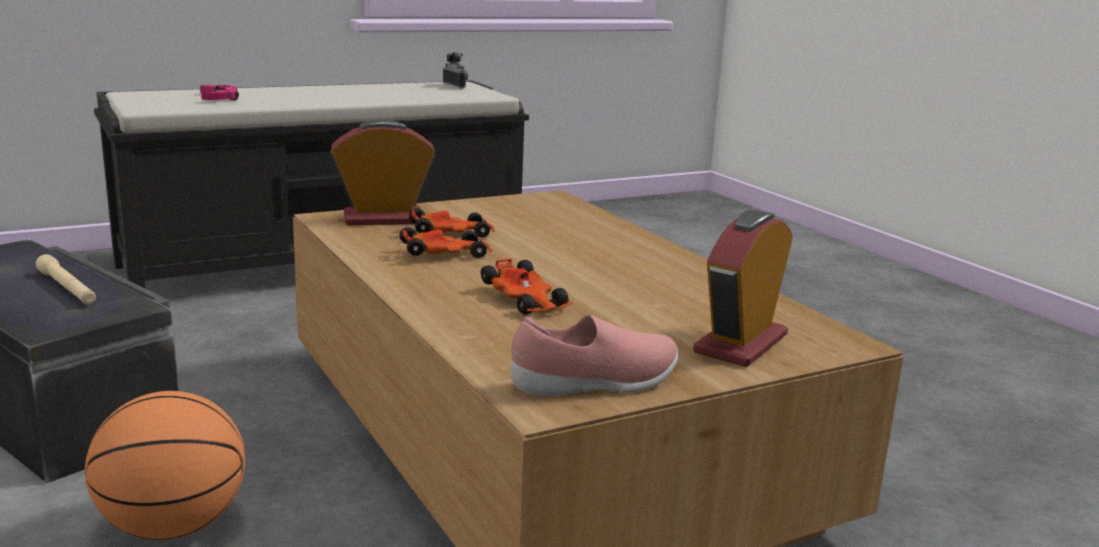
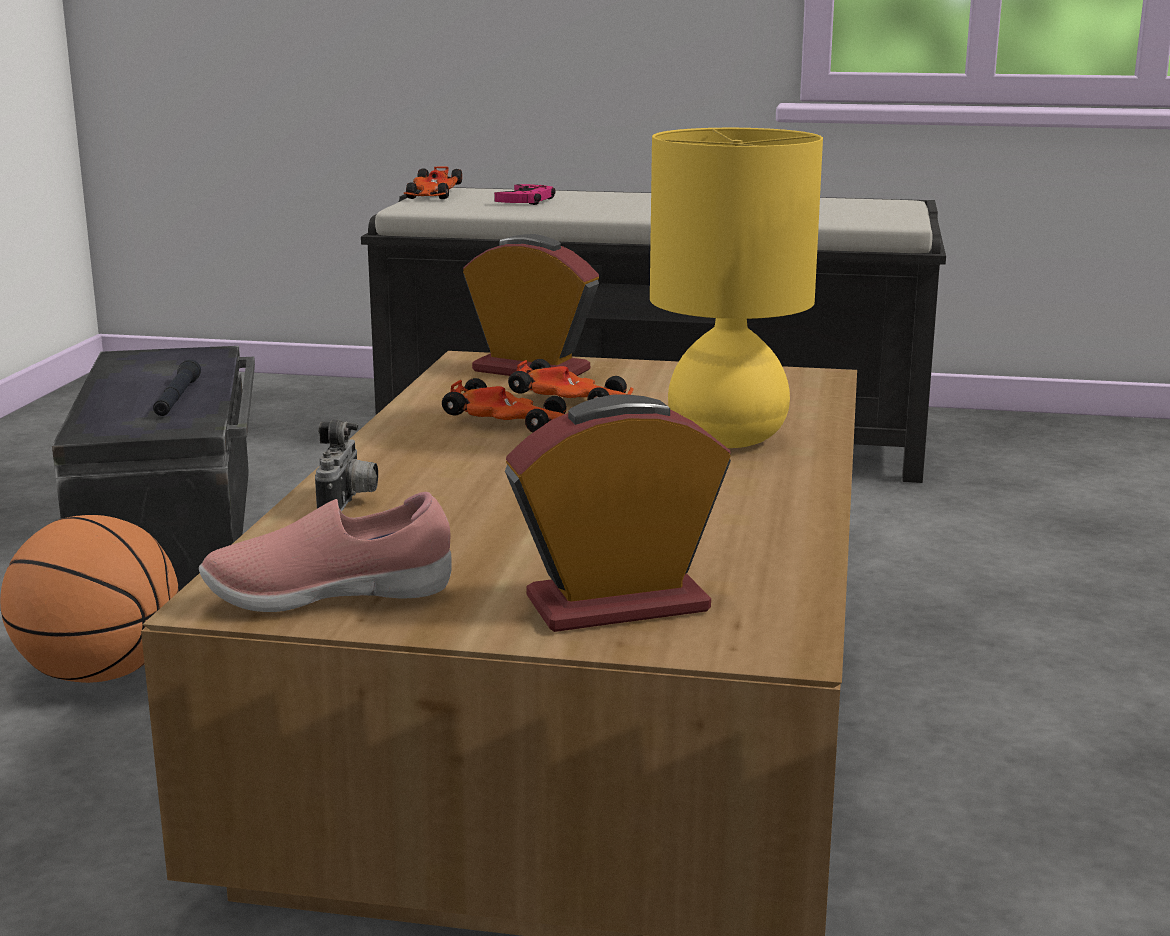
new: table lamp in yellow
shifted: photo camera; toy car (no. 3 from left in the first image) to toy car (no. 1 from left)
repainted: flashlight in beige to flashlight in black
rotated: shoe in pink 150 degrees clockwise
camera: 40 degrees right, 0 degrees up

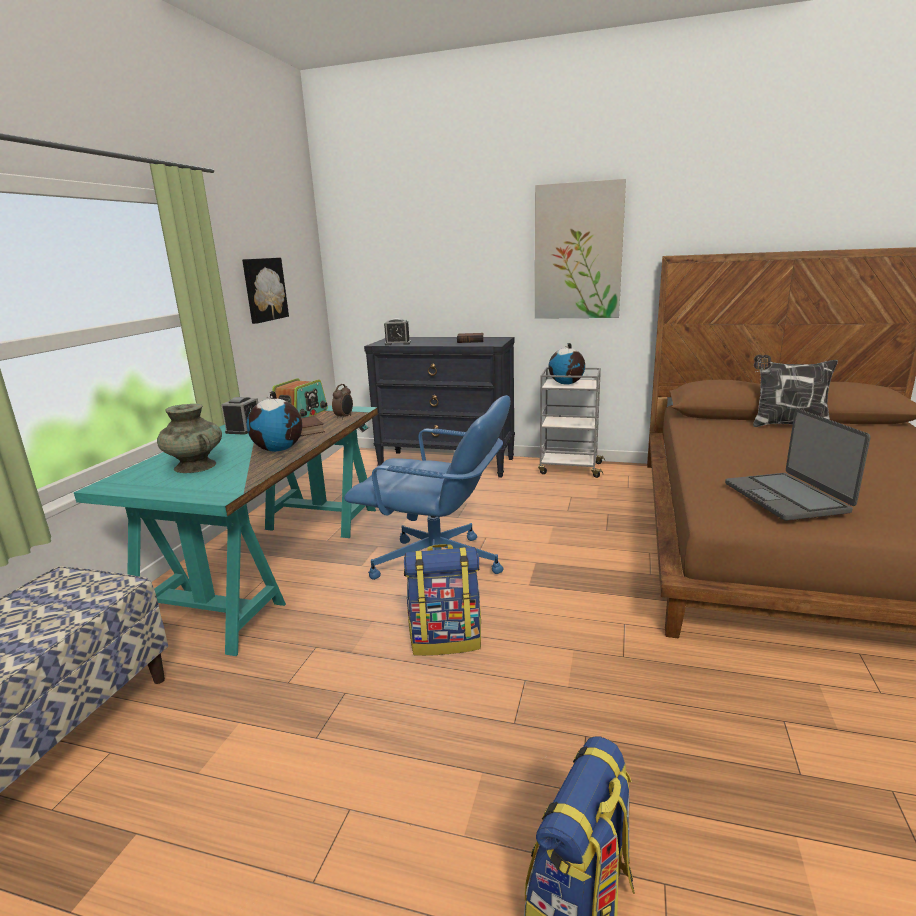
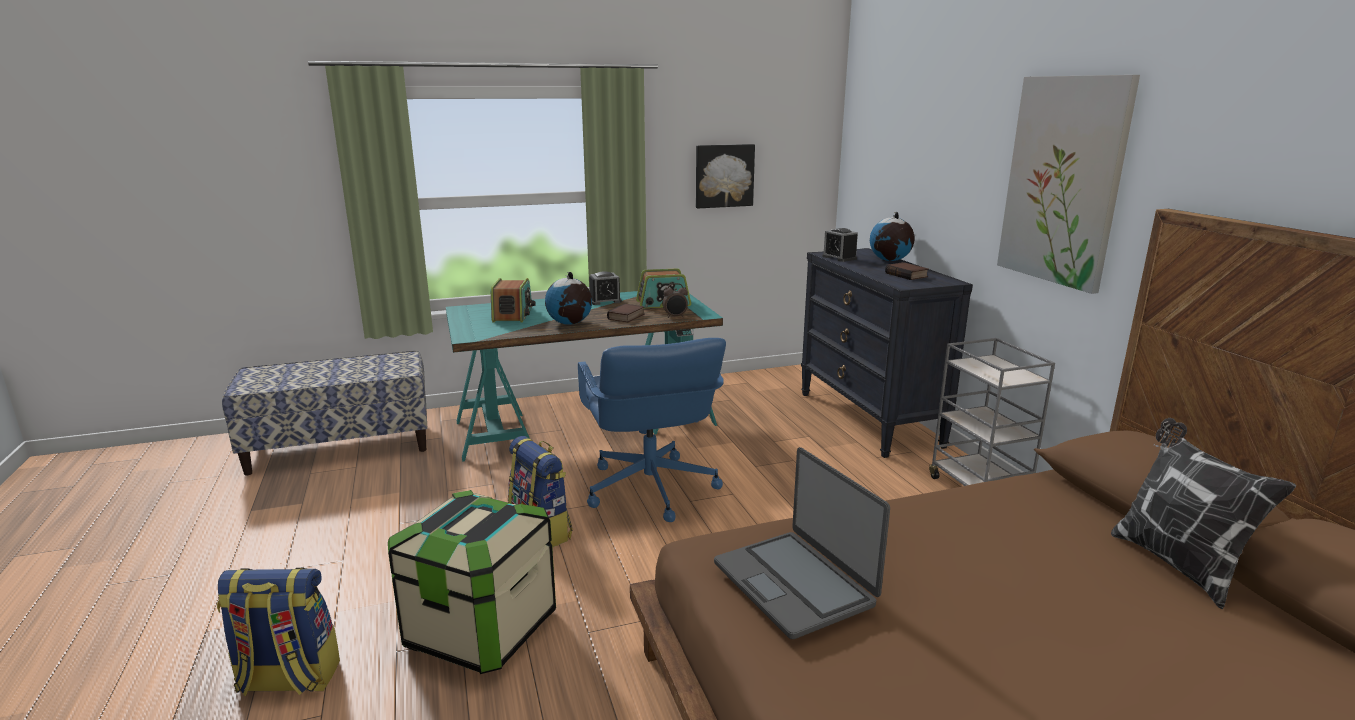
new: storage box
shifted: globe (no. 2 from left)
swapped: vase in turquoise to radio (no. 1 from left)
rotated: laptop 75 degrees counterclockwise
camera: 55 degrees right, 0 degrees up

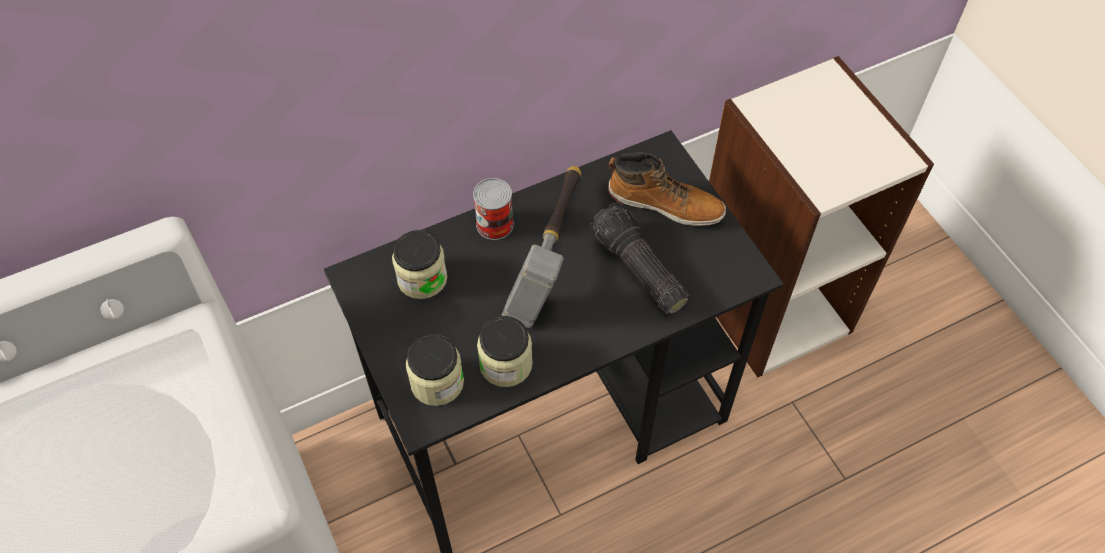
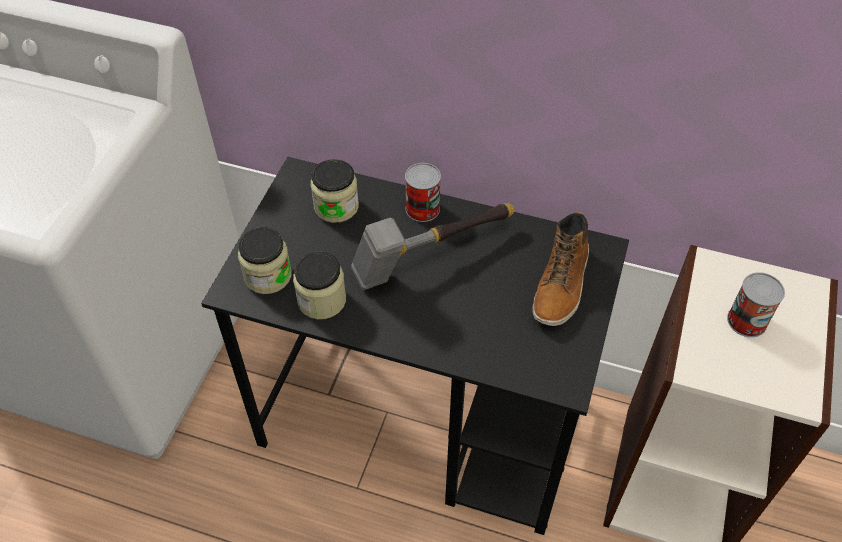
gone: flashlight
new: can (no. 2 from left)
rotated: boot 45 degrees clockwise
camera: 45 degrees right, 5 degrees down

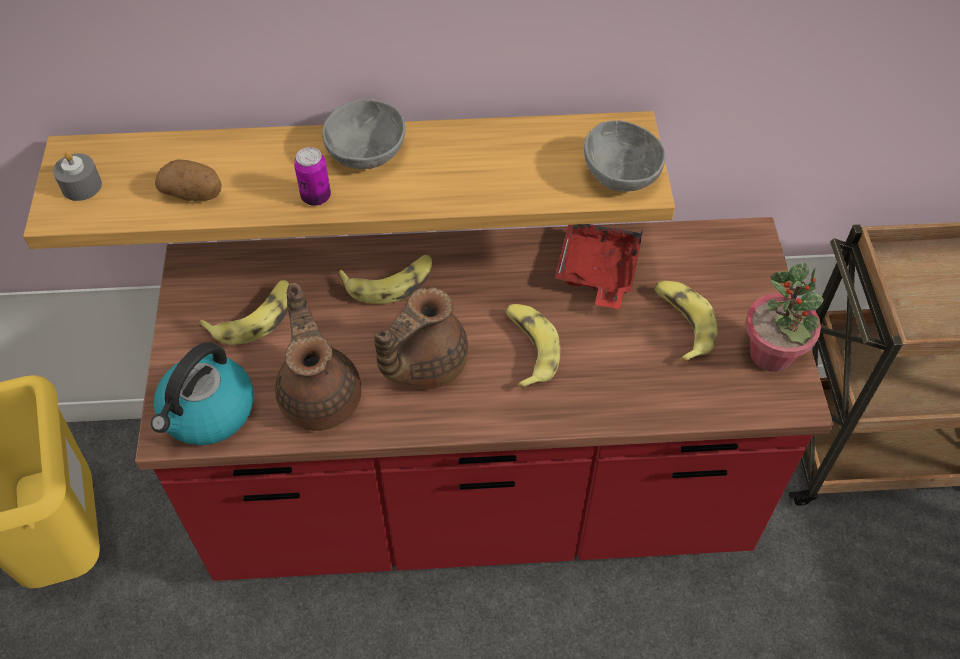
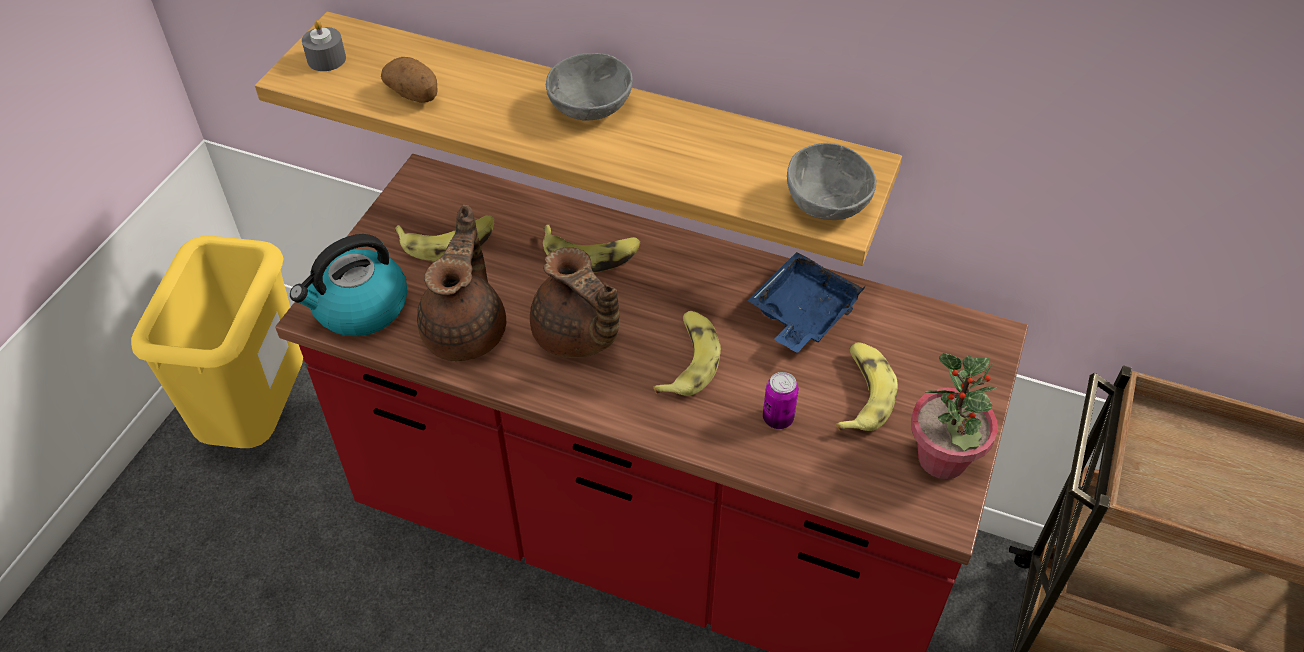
shifted: can
repainted: tray in red to tray in blue
rotated: teapot in brown (no. 2 from left) 105 degrees counterclockwise
camera: 25 degrees right, 5 degrees down

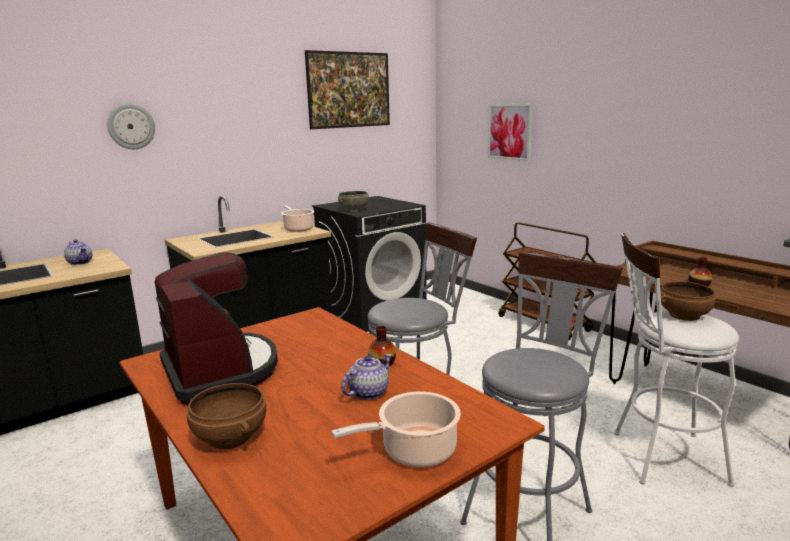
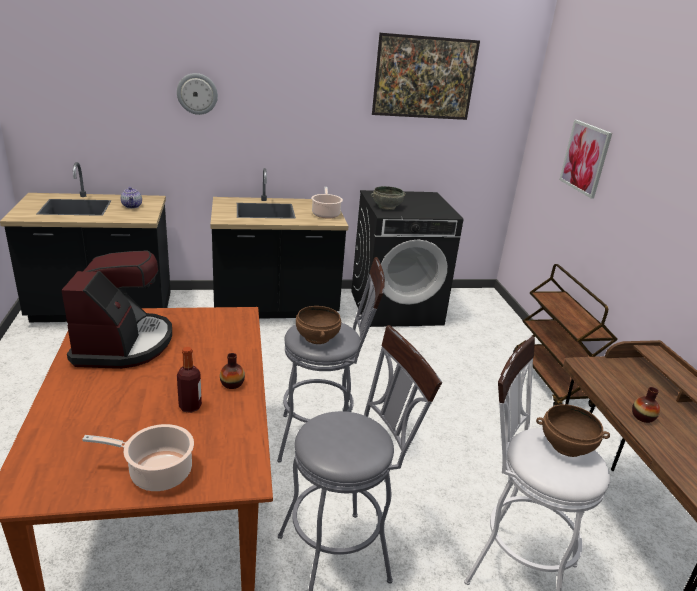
shifted: bowl in brown (no. 1 from left)
swapped: teapot (no. 2 from left) to bottle
camera: 25 degrees right, 10 degrees up

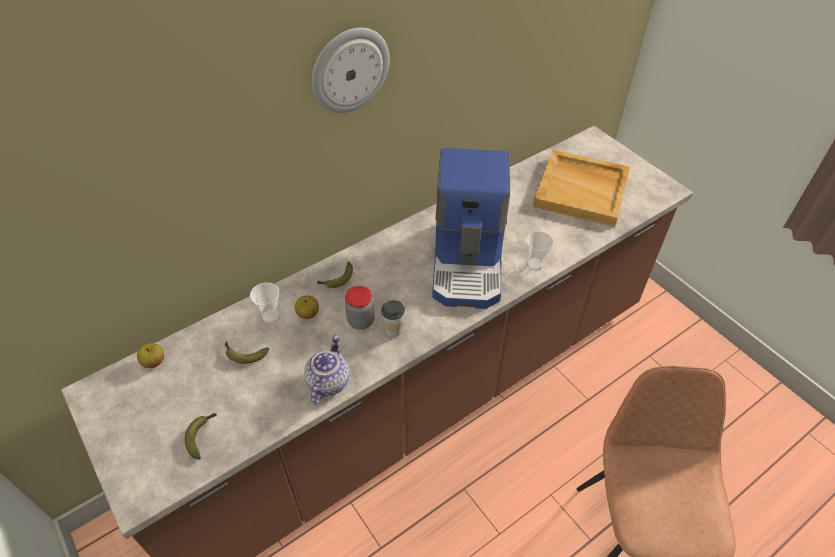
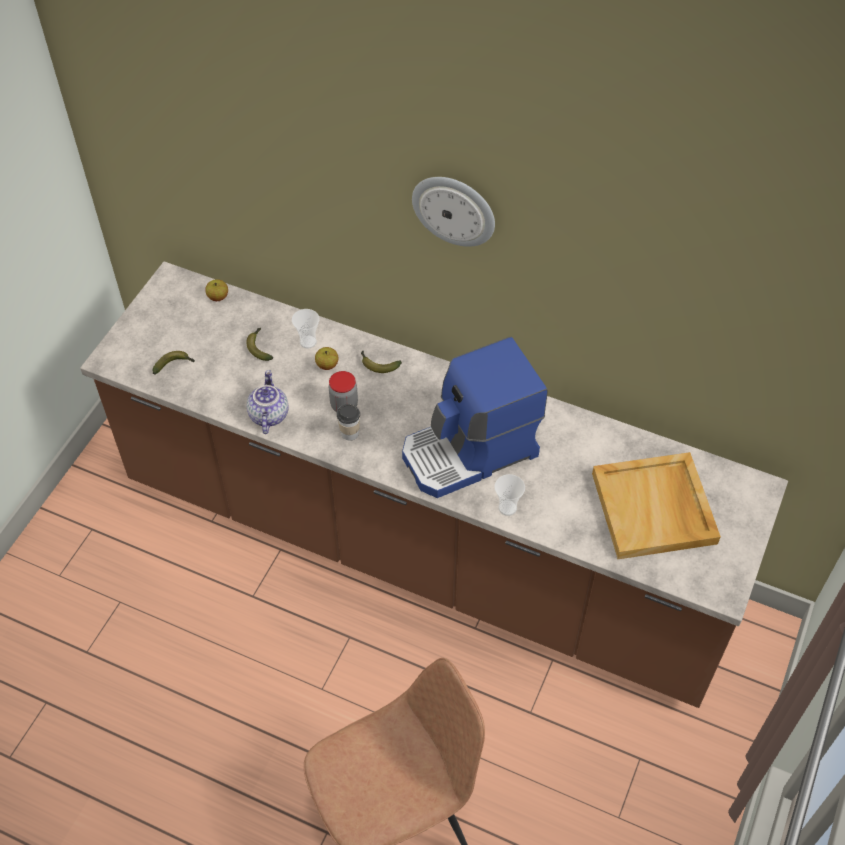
rotated: teapot 75 degrees counterclockwise
camera: 60 degrees right, 5 degrees up

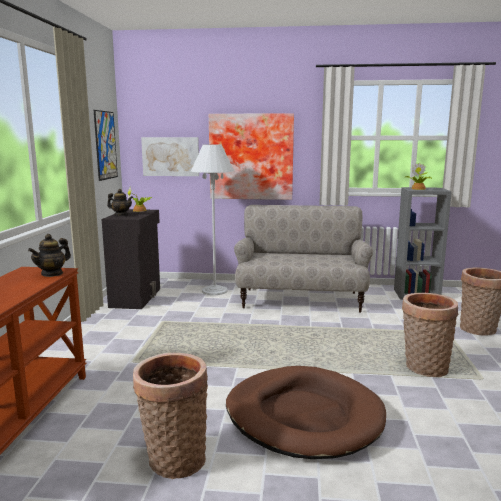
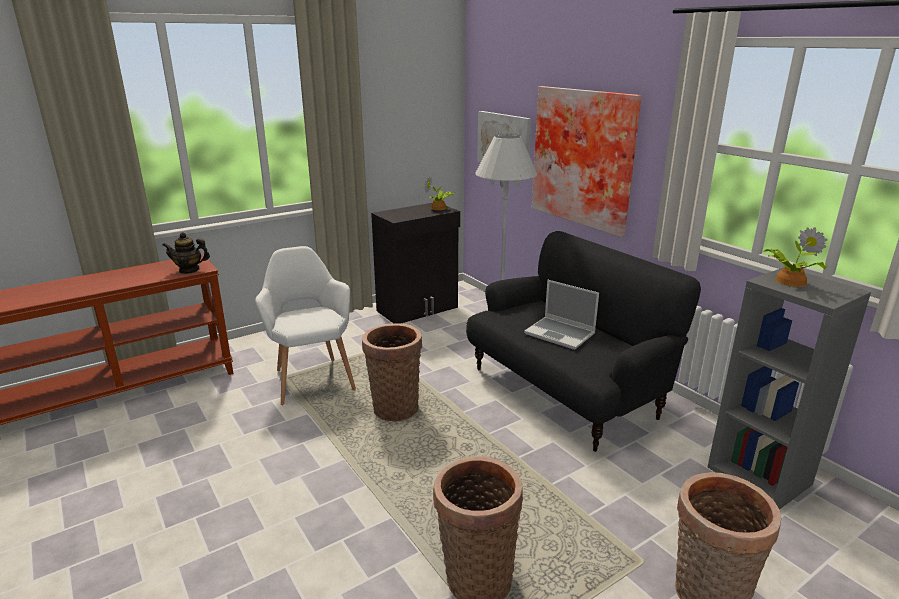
gone: picture (no. 1 from left); teapot (no. 2 from left); dog bed in brown
new: armchair in white; laptop
shifted: basket (no. 1 from left)
repainted: sofa in beige to sofa in black
camera: 50 degrees right, 10 degrees up

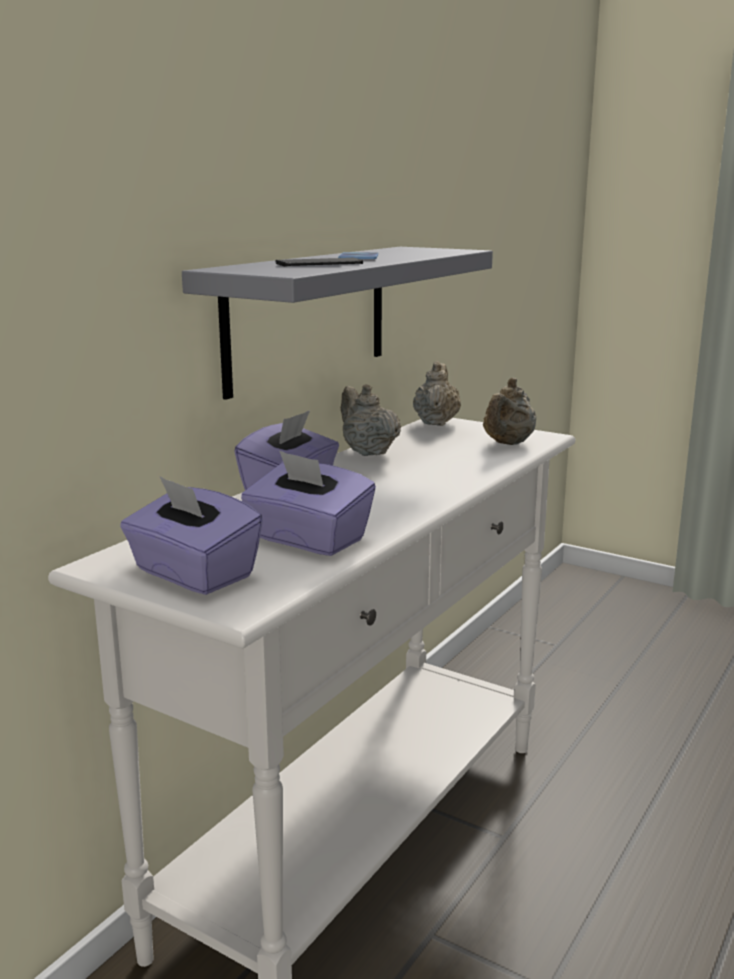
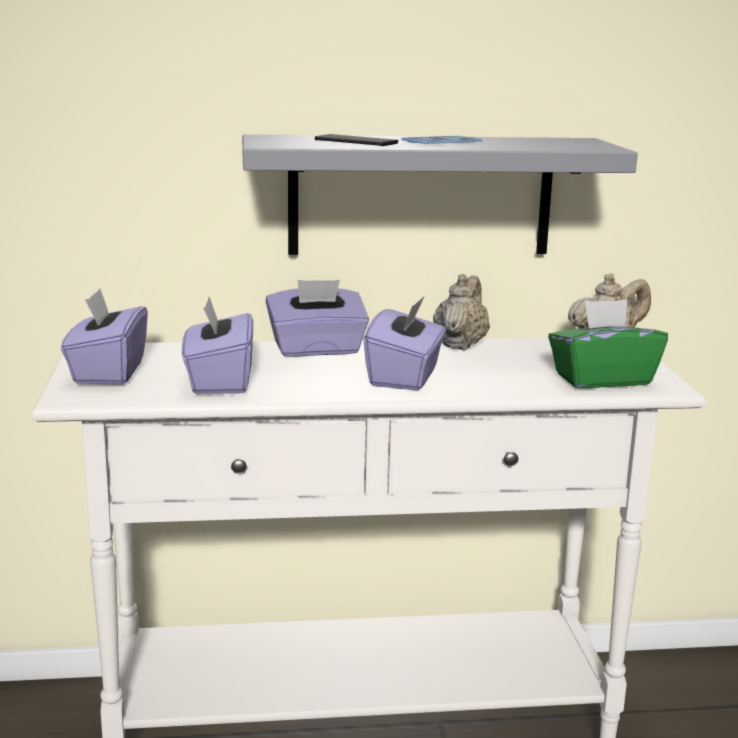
new: tissue box in purple (no. 4 from left)
swapped: teapot in beige (no. 3 from left) to tissue box in green
camera: 50 degrees right, 0 degrees up

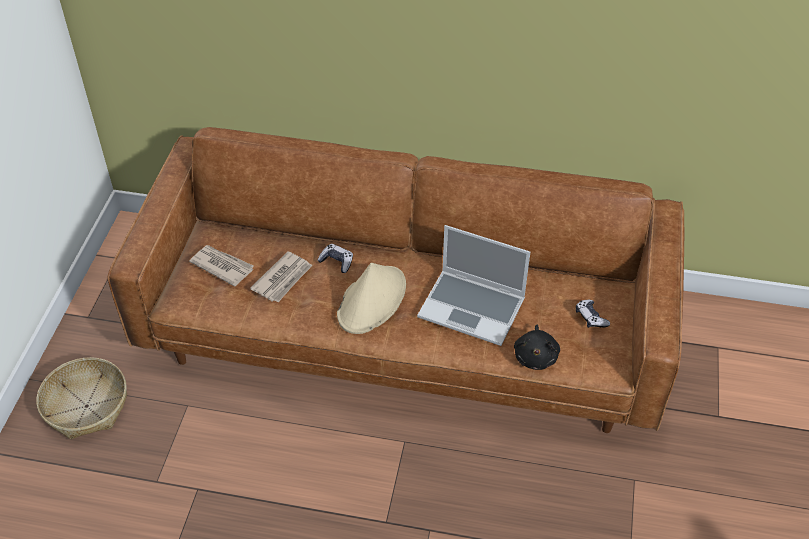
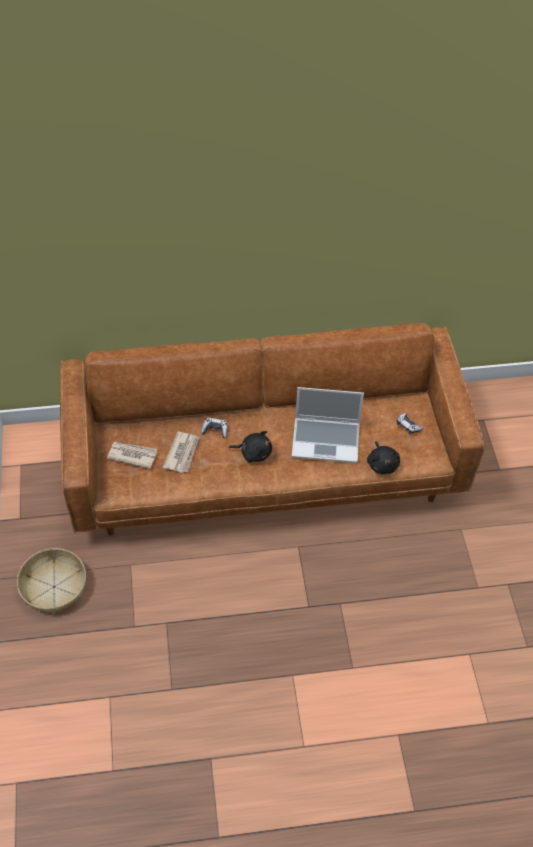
swapped: hat in beige to plush toy in black (no. 1 from left)
camera: 20 degrees left, 5 degrees up

